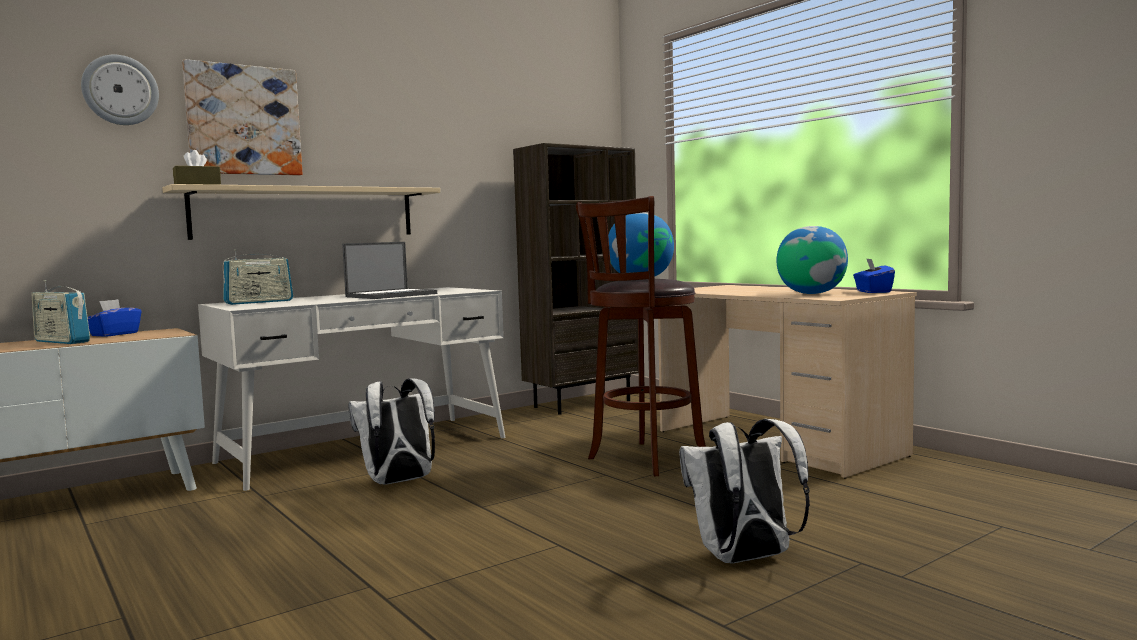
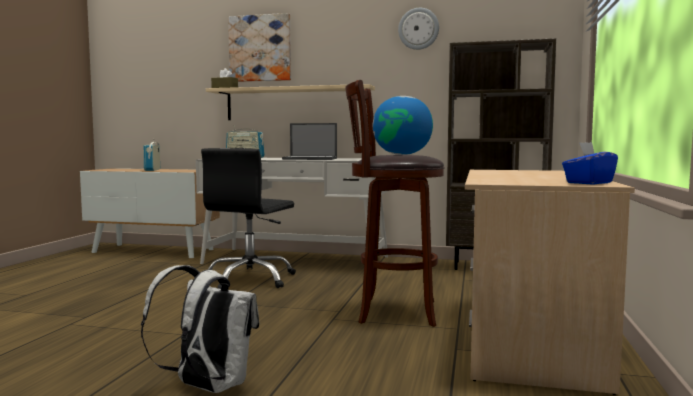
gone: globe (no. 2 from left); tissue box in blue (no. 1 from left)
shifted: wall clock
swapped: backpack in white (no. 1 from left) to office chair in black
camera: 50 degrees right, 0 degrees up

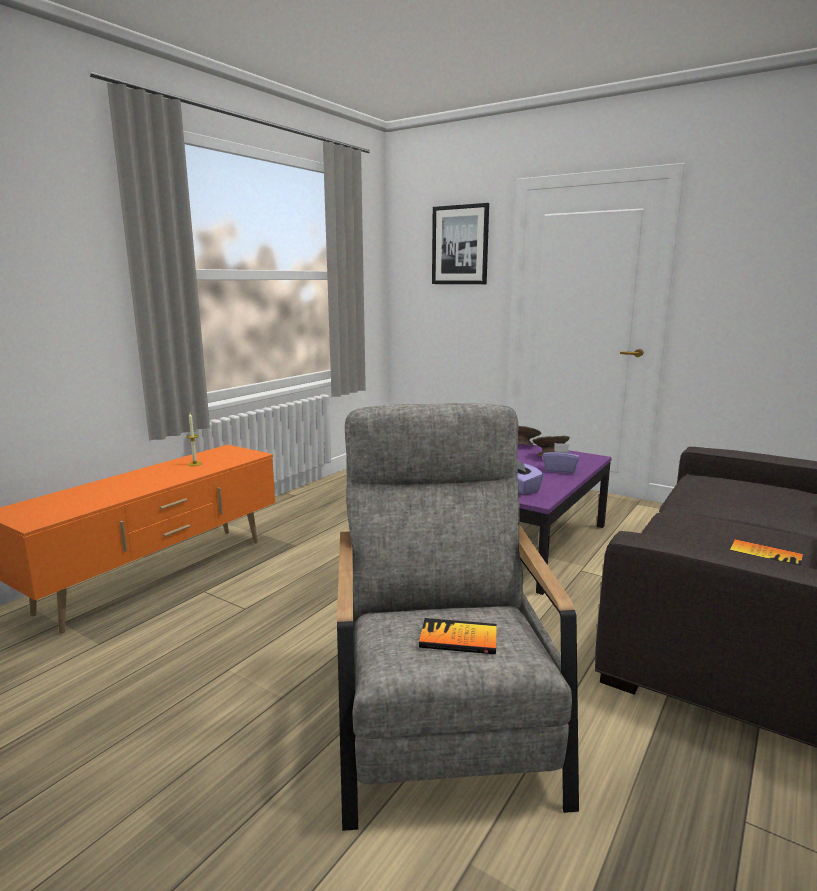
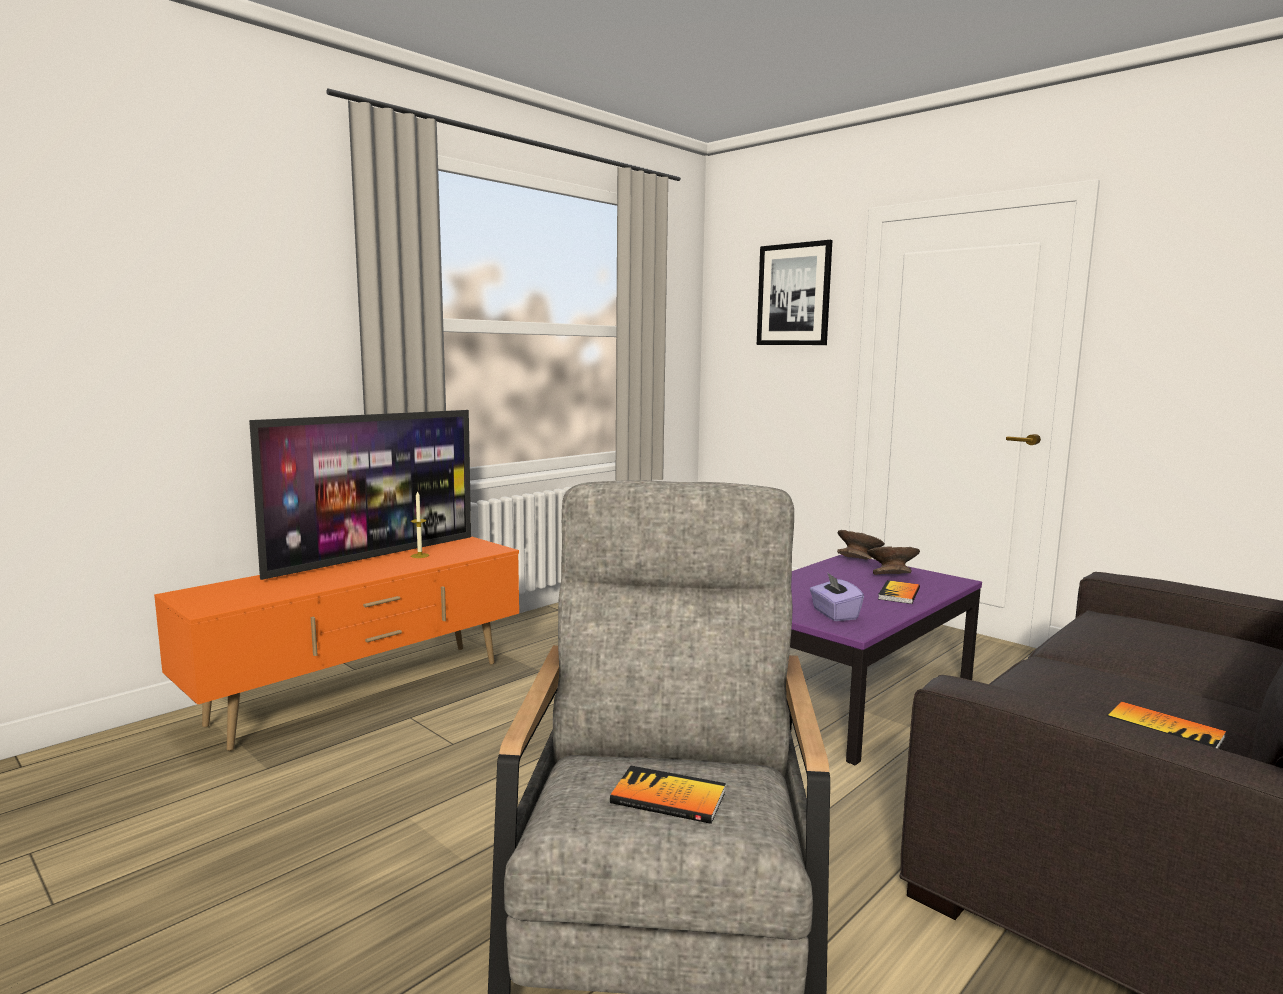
new: television
swapped: tissue box in purple (no. 2 from left) to book (no. 2 from left)
camera: 10 degrees right, 5 degrees down

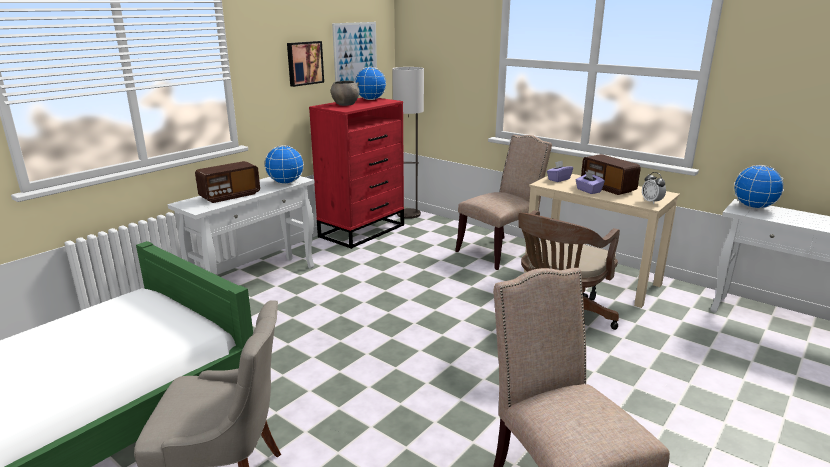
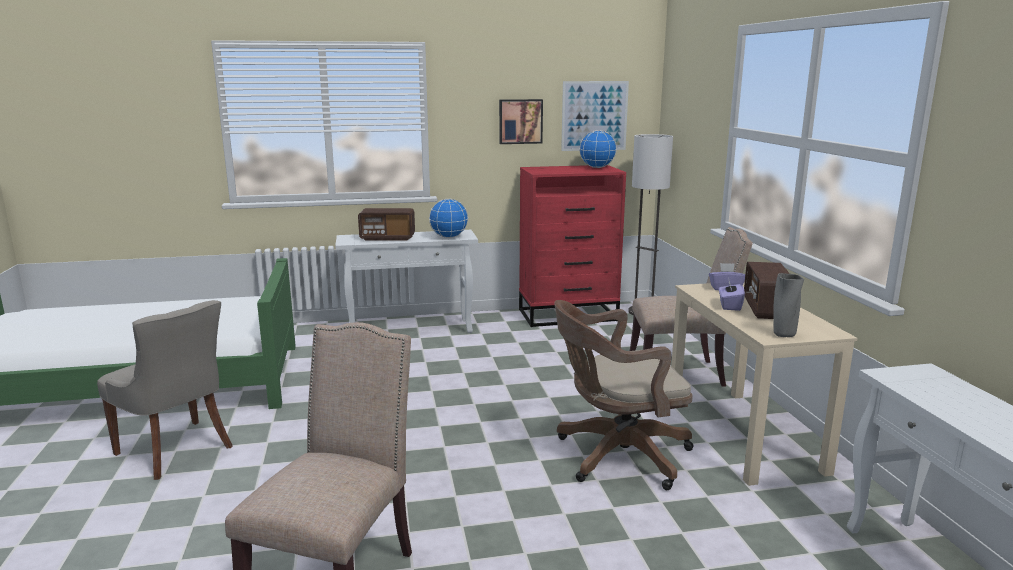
gone: bowl in grey; globe (no. 3 from left)
swapped: alarm clock to vase in grey
camera: 40 degrees right, 5 degrees down

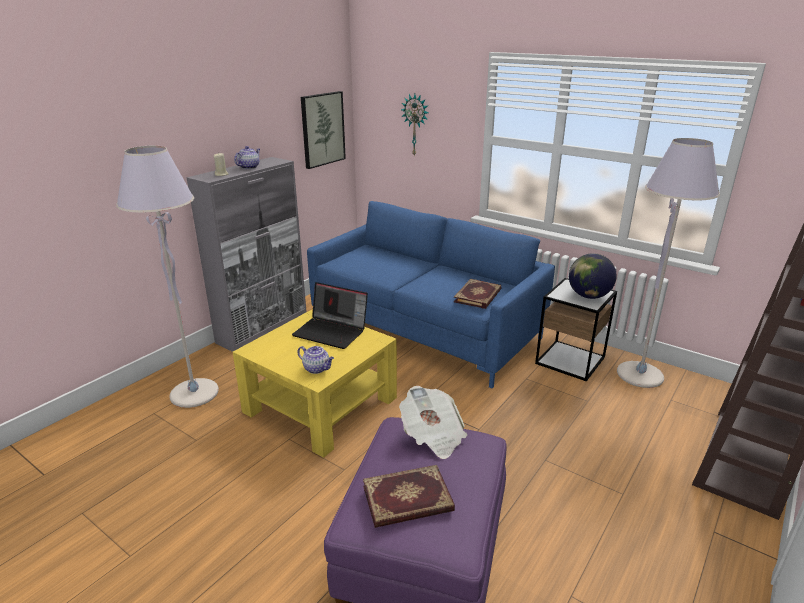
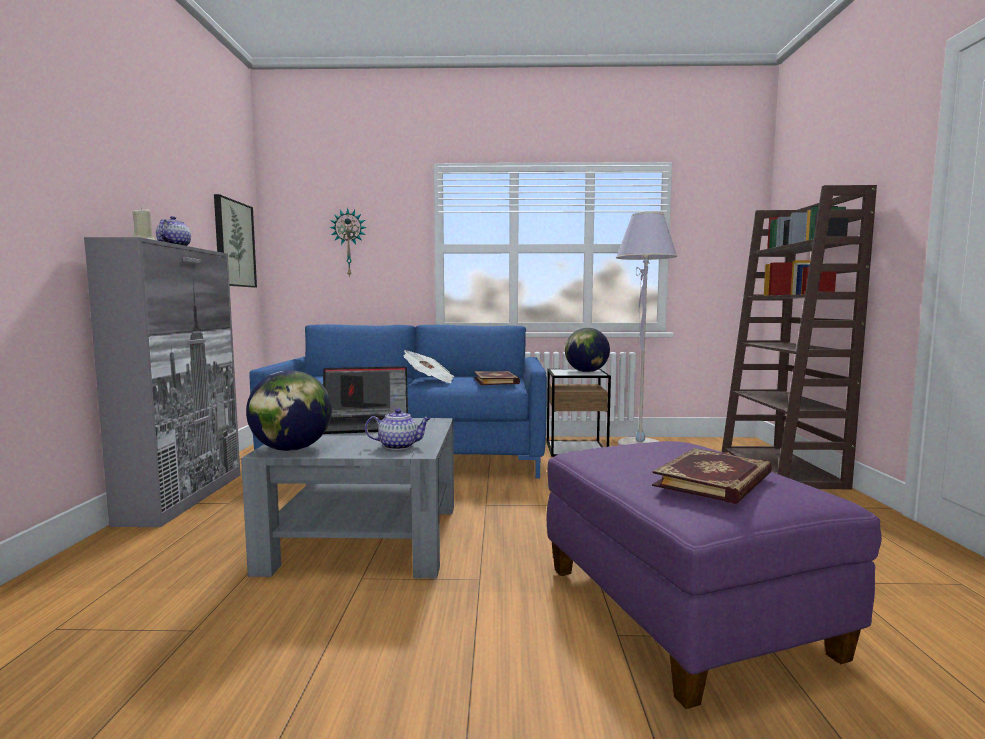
gone: floor lamp in grey (no. 1 from left)
new: globe (no. 1 from left)
shifted: newspaper
repainted: coffee table in yellow to coffee table in grey
camera: 35 degrees left, 20 degrees down

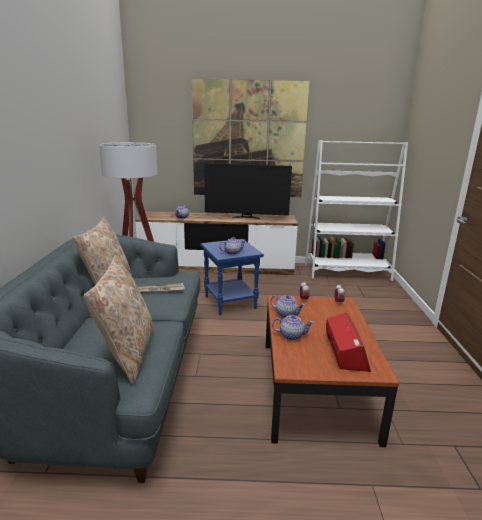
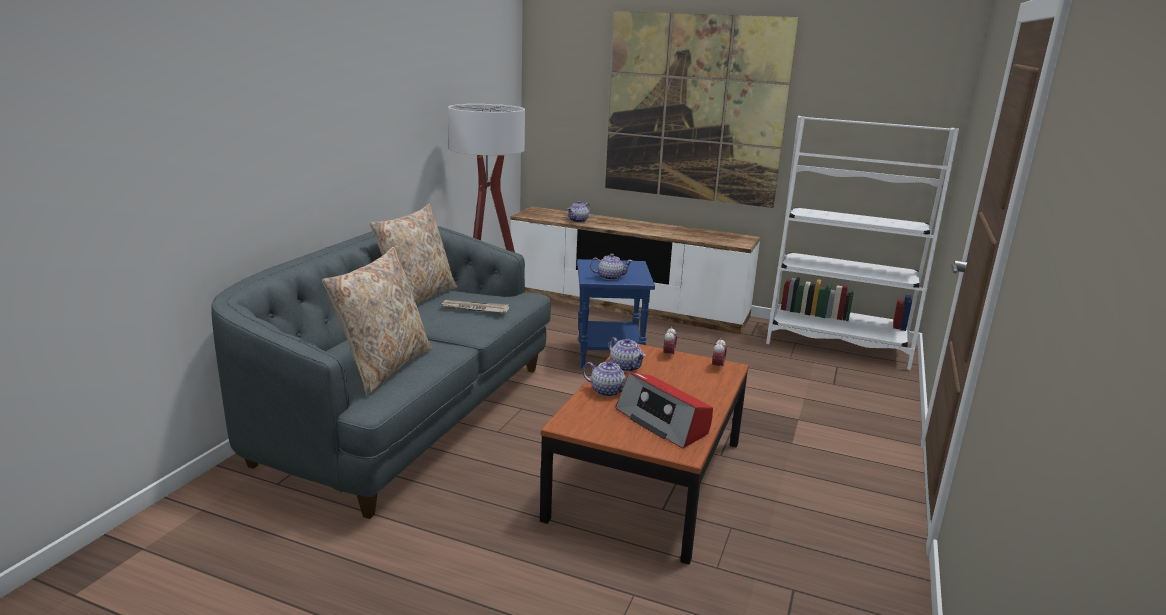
gone: television
rotated: radio 120 degrees clockwise
camera: 20 degrees right, 0 degrees up

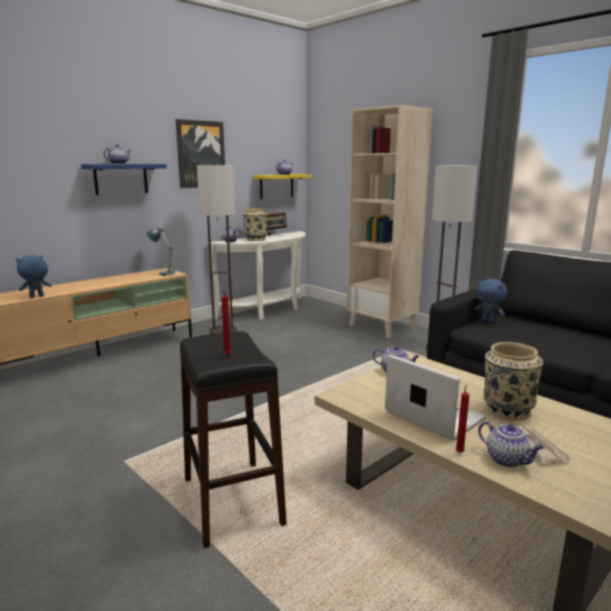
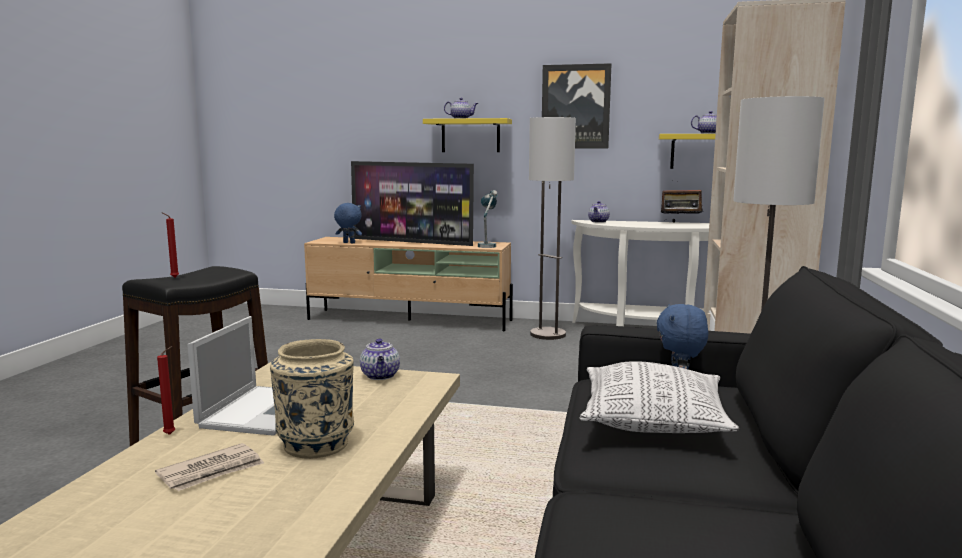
gone: vase in beige (no. 1 from left); teapot (no. 5 from left)
new: television; pillow
repainted: shelf in blue to shelf in yellow (no. 1 from left)
camera: 55 degrees right, 5 degrees down

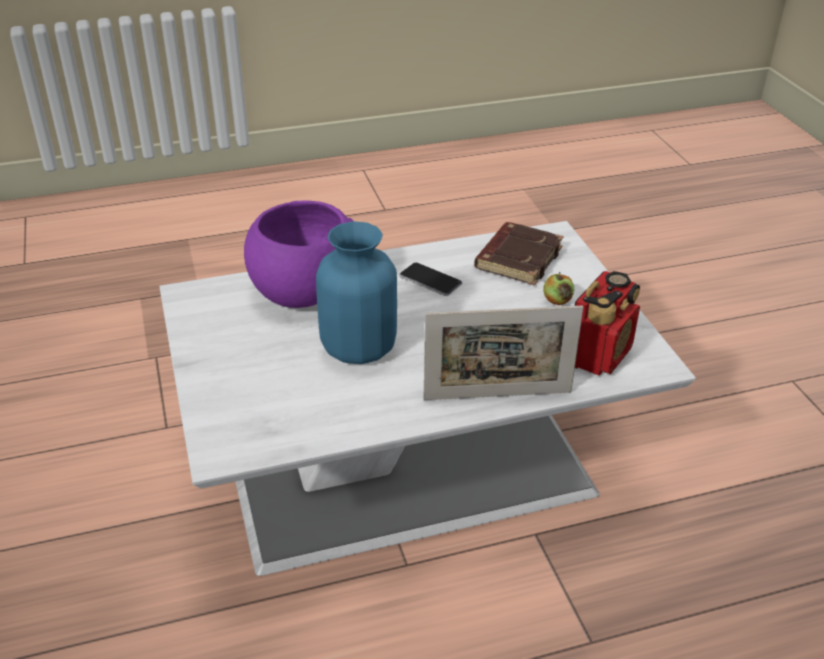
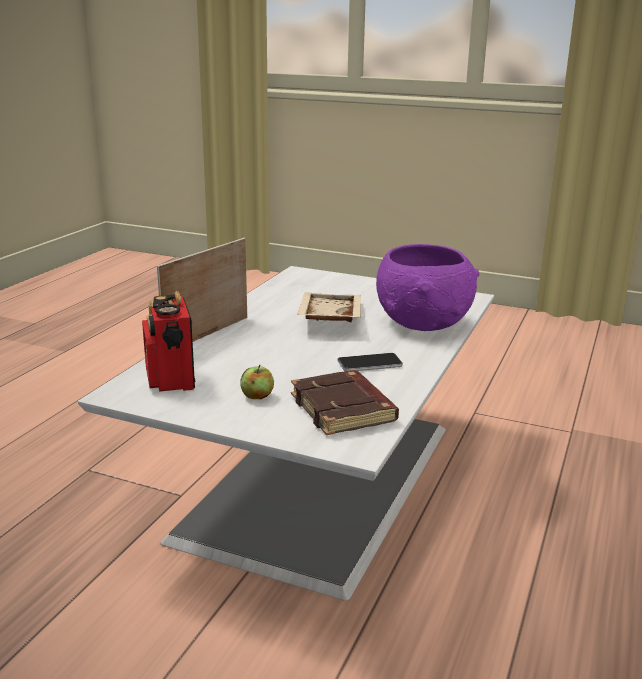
swapped: vase in blue to tray in beige
camera: 130 degrees right, 15 degrees down

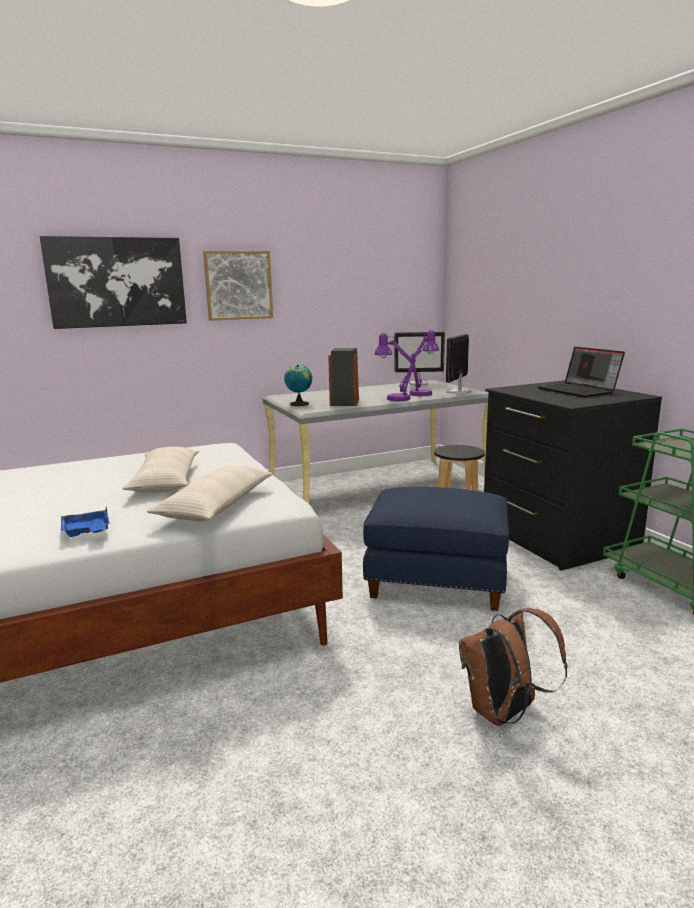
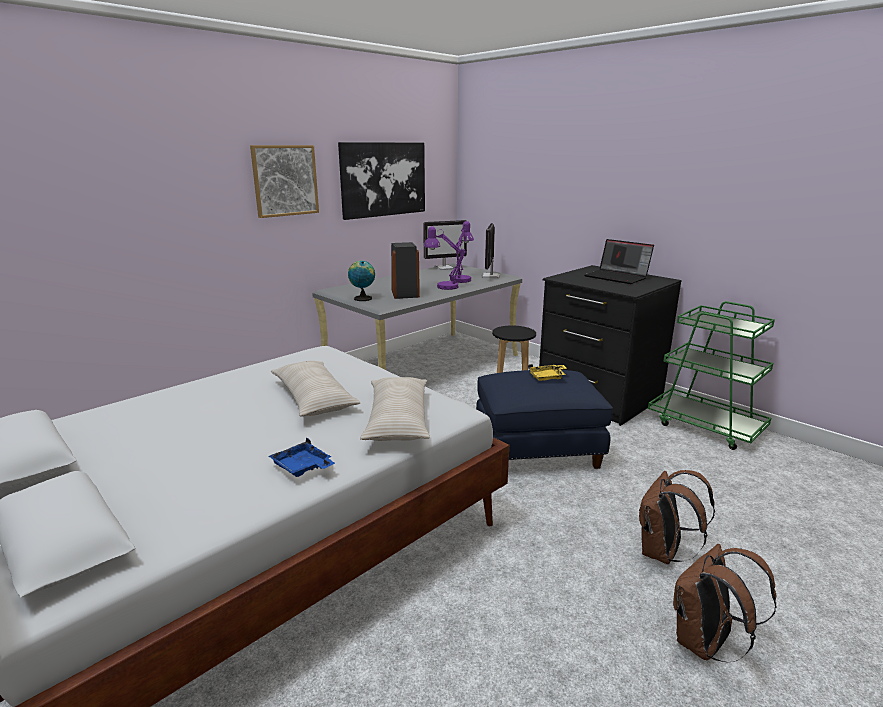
new: tray in yellow; backpack in brown (no. 2 from left)
shifted: picture (no. 1 from left in the first image) to picture (no. 2 from left)
camera: 20 degrees left, 5 degrees up

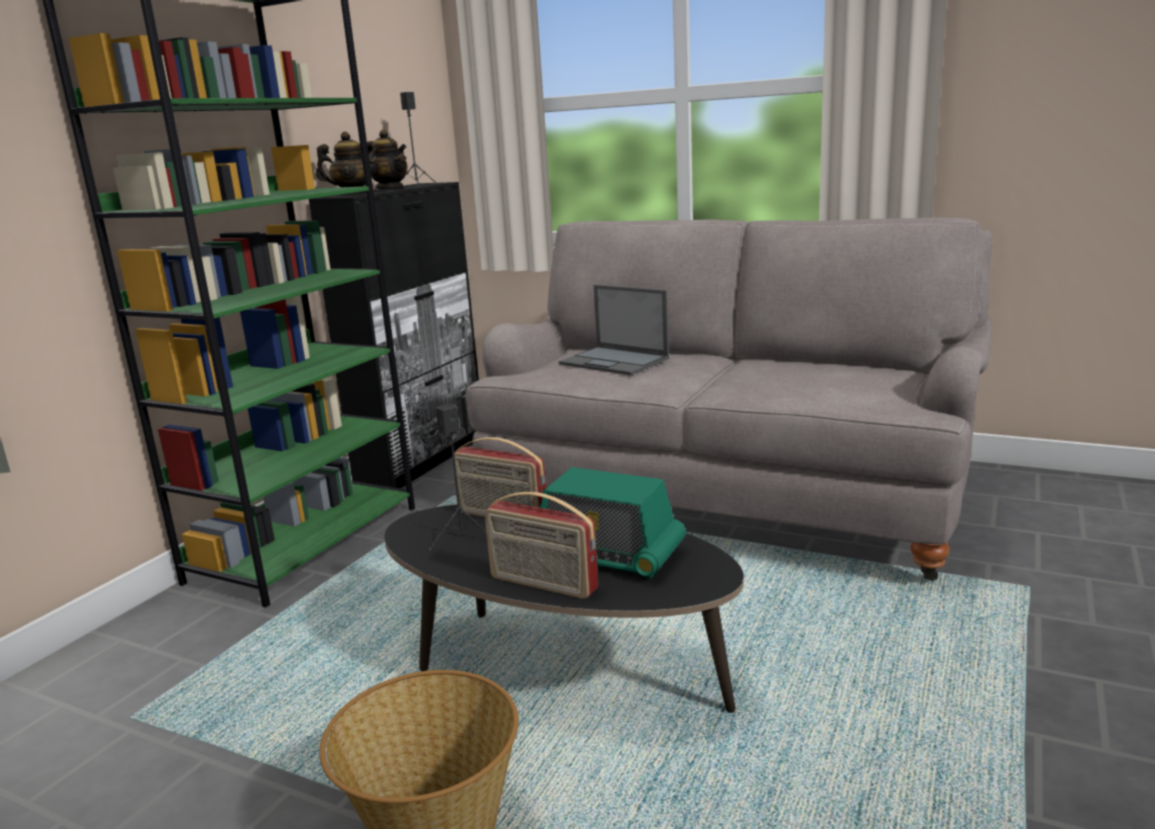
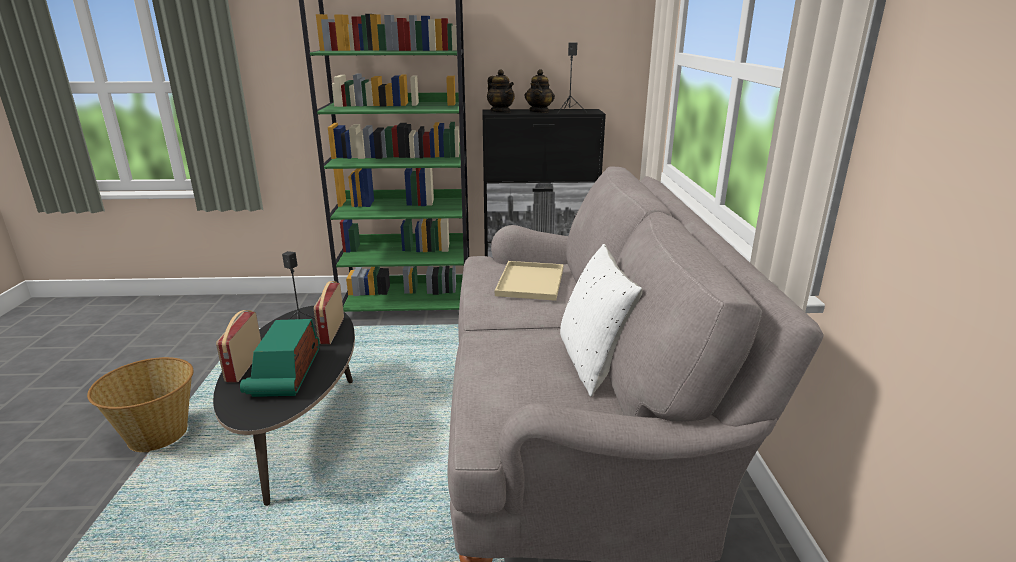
new: pillow in white
swapped: laptop to tray in beige
camera: 60 degrees right, 5 degrees up

